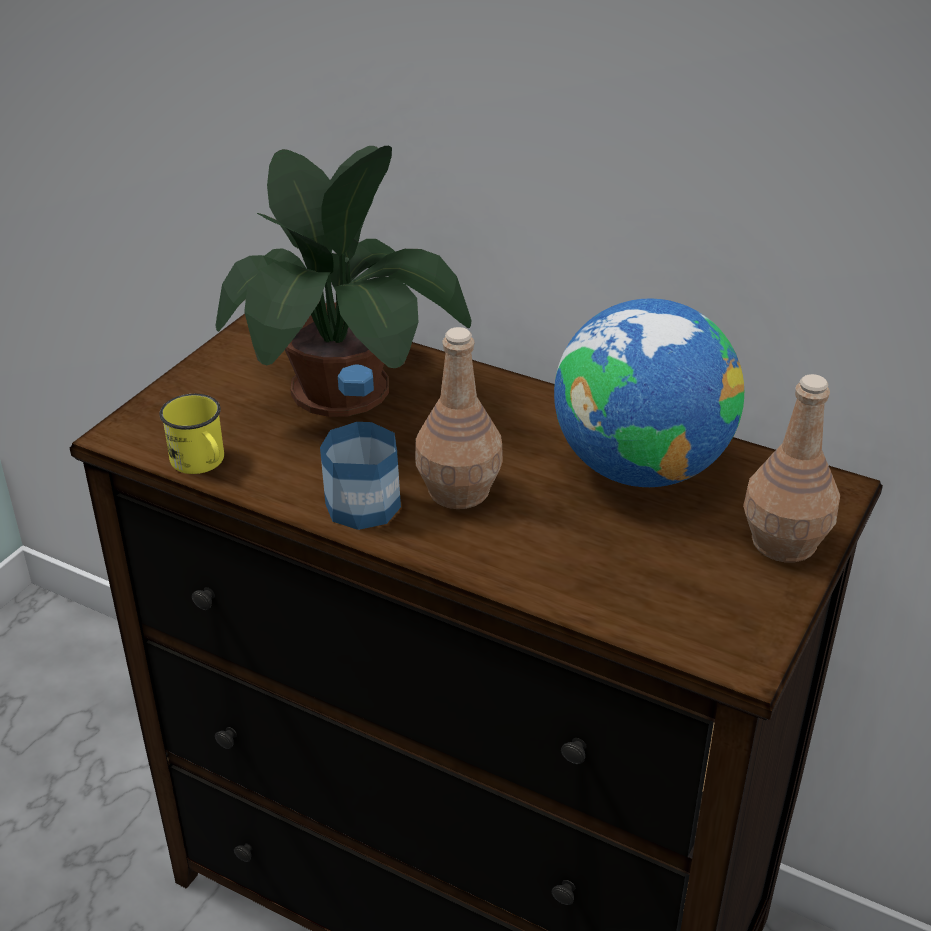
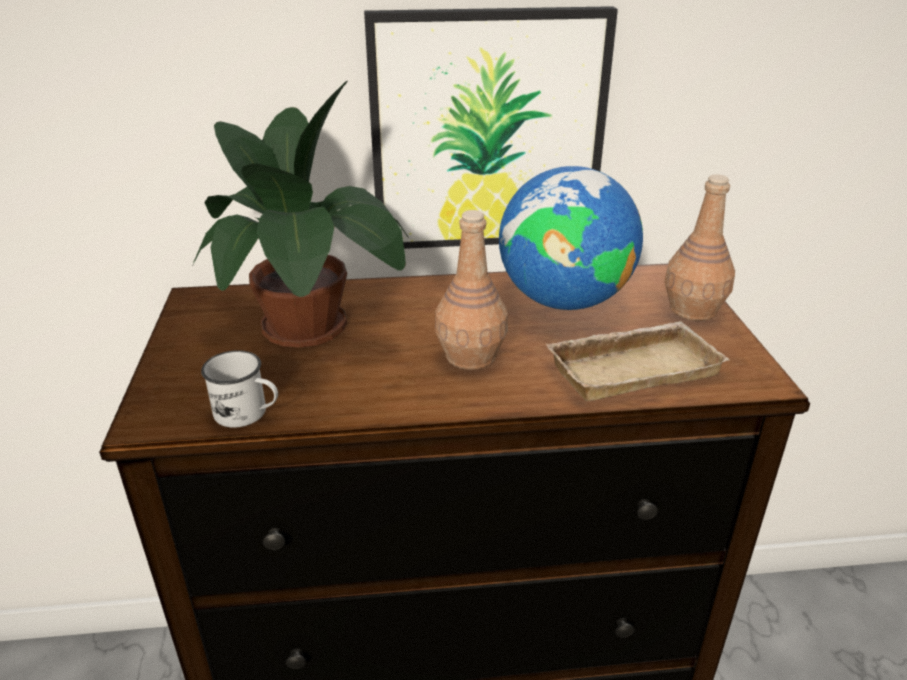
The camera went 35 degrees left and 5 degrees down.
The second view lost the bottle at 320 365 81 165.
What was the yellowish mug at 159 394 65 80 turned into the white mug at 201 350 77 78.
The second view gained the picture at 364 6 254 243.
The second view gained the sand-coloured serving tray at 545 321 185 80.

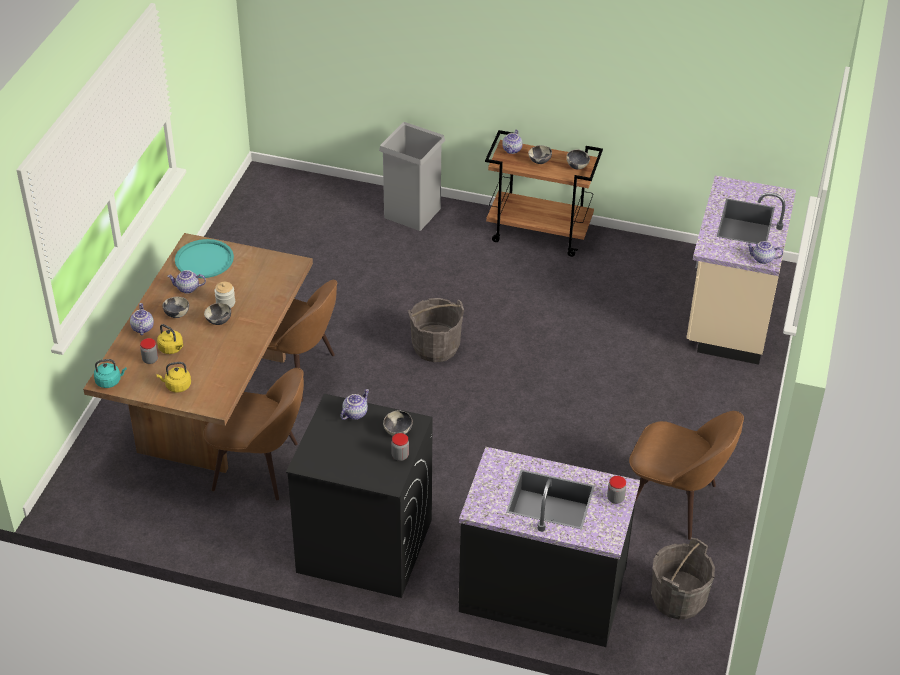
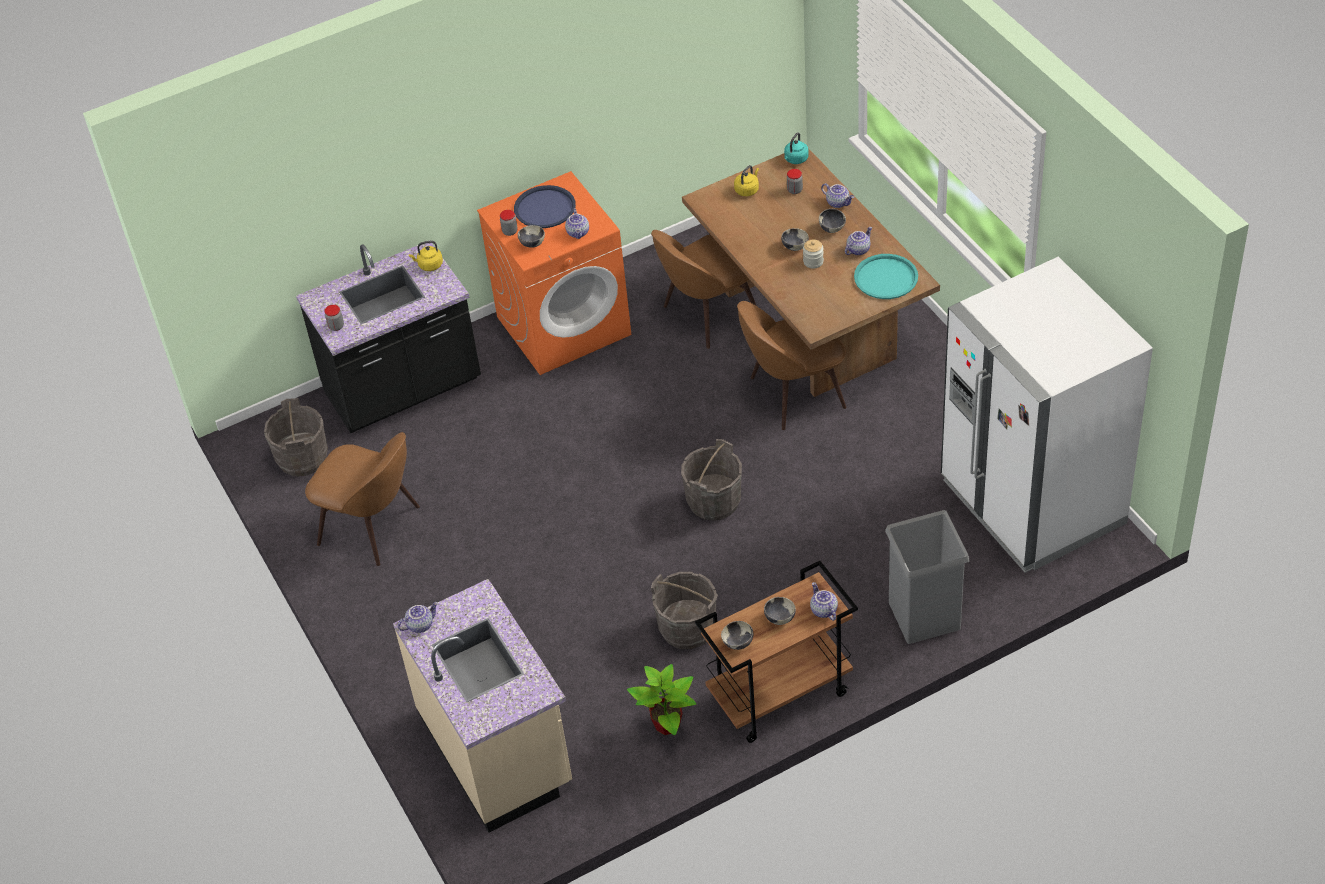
The camera went 140 degrees right and 5 degrees up.
The yellowish tea kettle ended up elsewhere, having gone from 157 324 26 30 to 409 241 34 30.
What was the black laundry appliance at 286 394 147 204 turned into the orange laundry appliance at 477 171 154 204.
The brownish plain chair at 629 411 115 129 ended up facing another way, 135 degrees counterclockwise from before.
The second view gained the blue serving tray at 514 185 62 43.
The second view gained the white kitchen fridge at 941 257 212 316.
The second view gained the greyish water bucket at 651 572 67 77.
The second view gained the potted plant at 627 664 70 71.

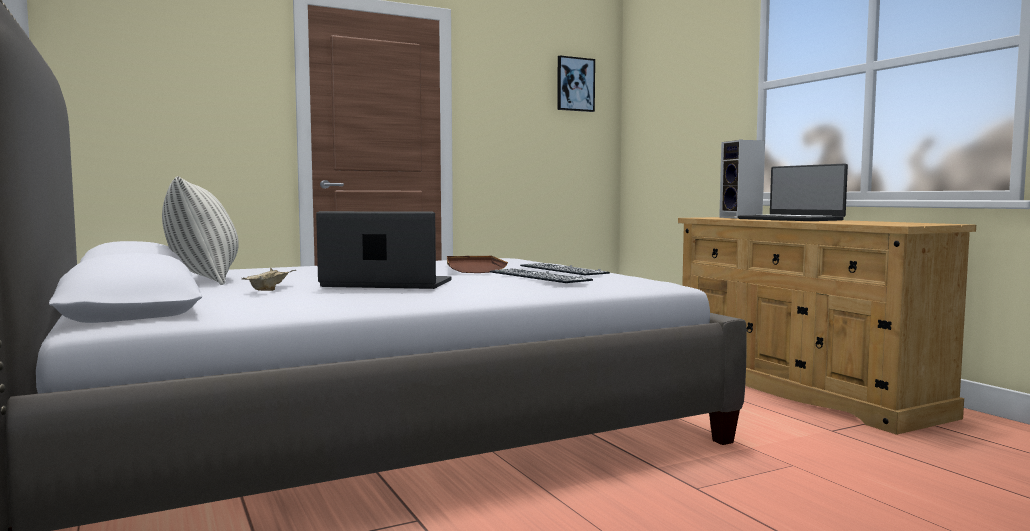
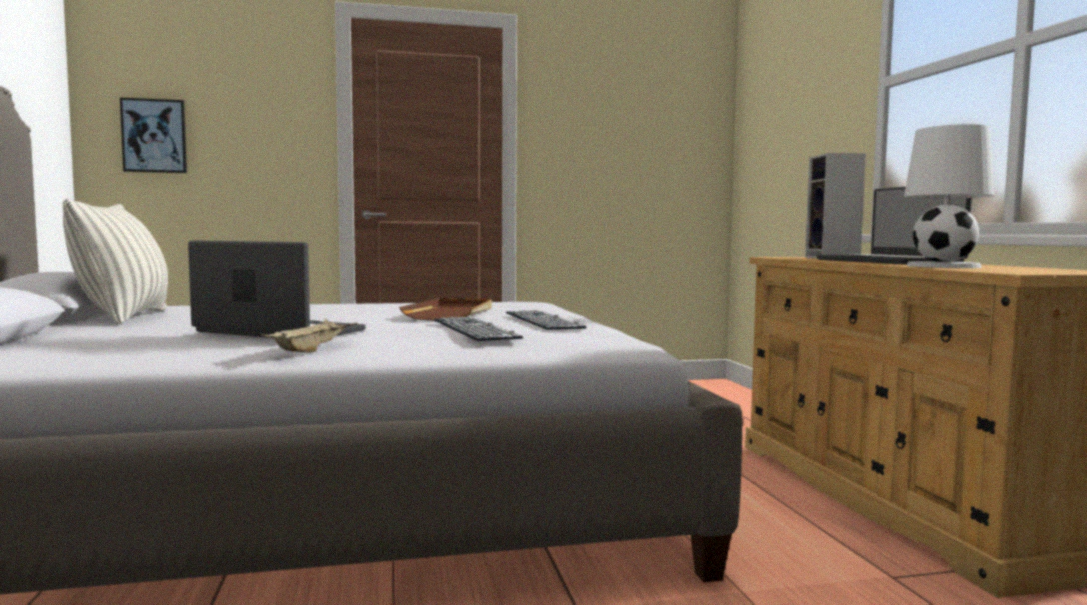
The camera went 15 degrees right and 0 degrees up.
The picture ended up elsewhere, having gone from 557 56 38 56 to 120 98 67 75.
The sand-coloured serving tray ended up elsewhere, having gone from 241 268 56 23 to 262 319 96 33.
The second view gained the white lamp for a table at 904 124 90 144.

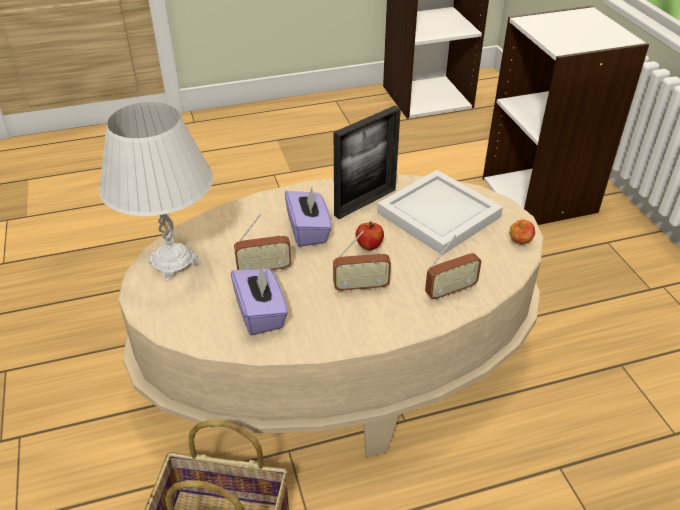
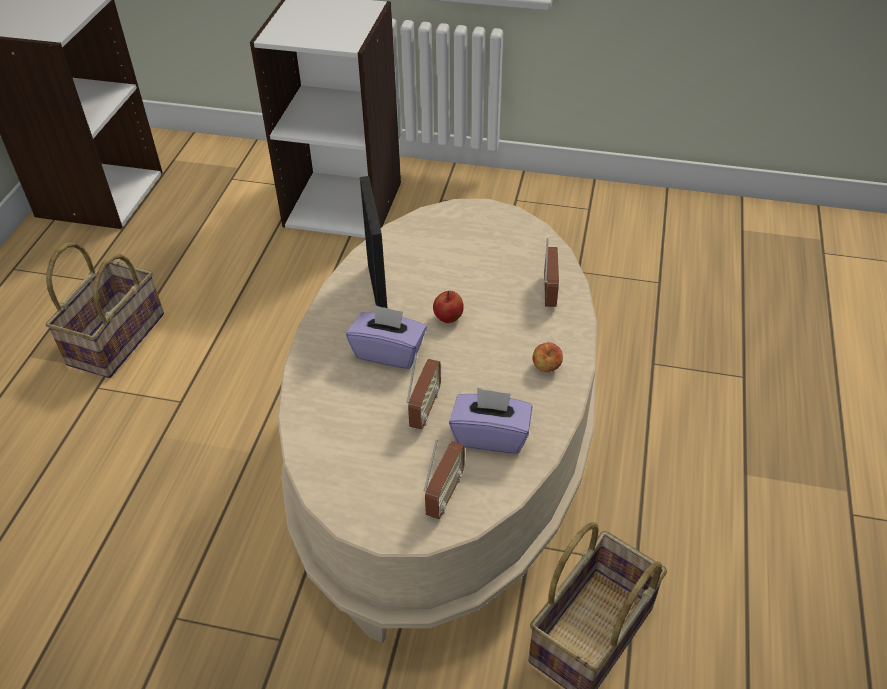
The camera went 60 degrees left and 5 degrees up.
The second view lost the white lamp for a table at 99 102 114 179.
The second view lost the white serving tray at 377 170 126 85.
The apple fruit ended up elsewhere, having gone from 510 220 25 24 to 532 342 31 30.
The radio set ended up elsewhere, having gone from 333 231 58 62 to 423 439 42 80.
The second view gained the basket at 46 242 118 136.

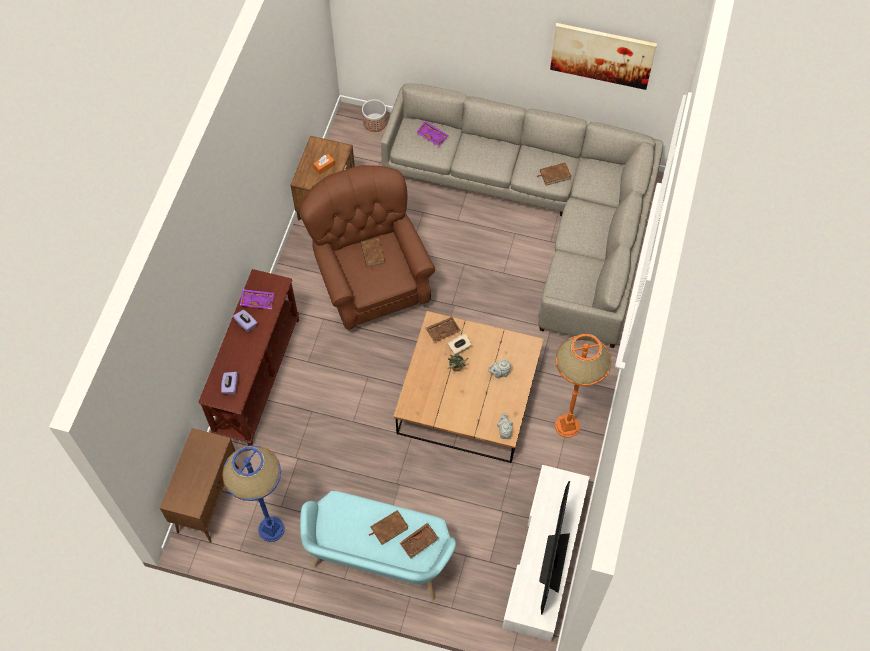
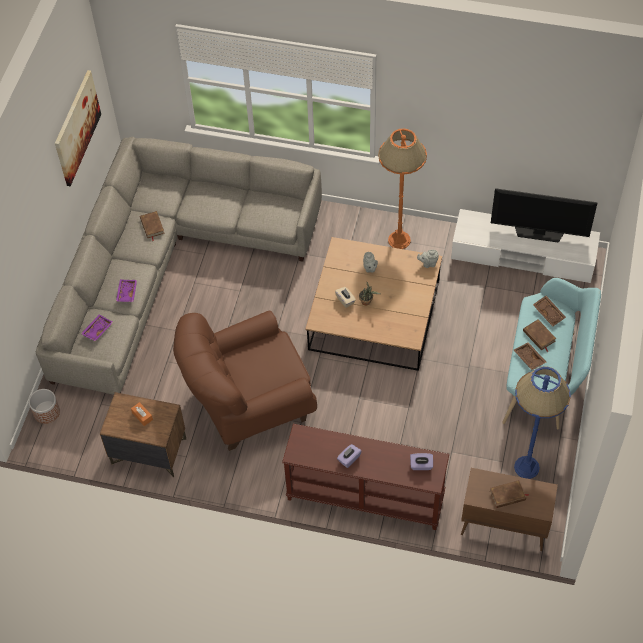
The camera went 90 degrees left and 5 degrees down.
The brownish bound book ended up elsewhere, having gone from 360 238 25 32 to 490 480 39 28.
The purplish serving tray ended up elsewhere, having gone from 240 289 34 20 to 116 279 21 23.
The brownish serving tray ended up elsewhere, having gone from 426 317 35 25 to 514 342 32 28.

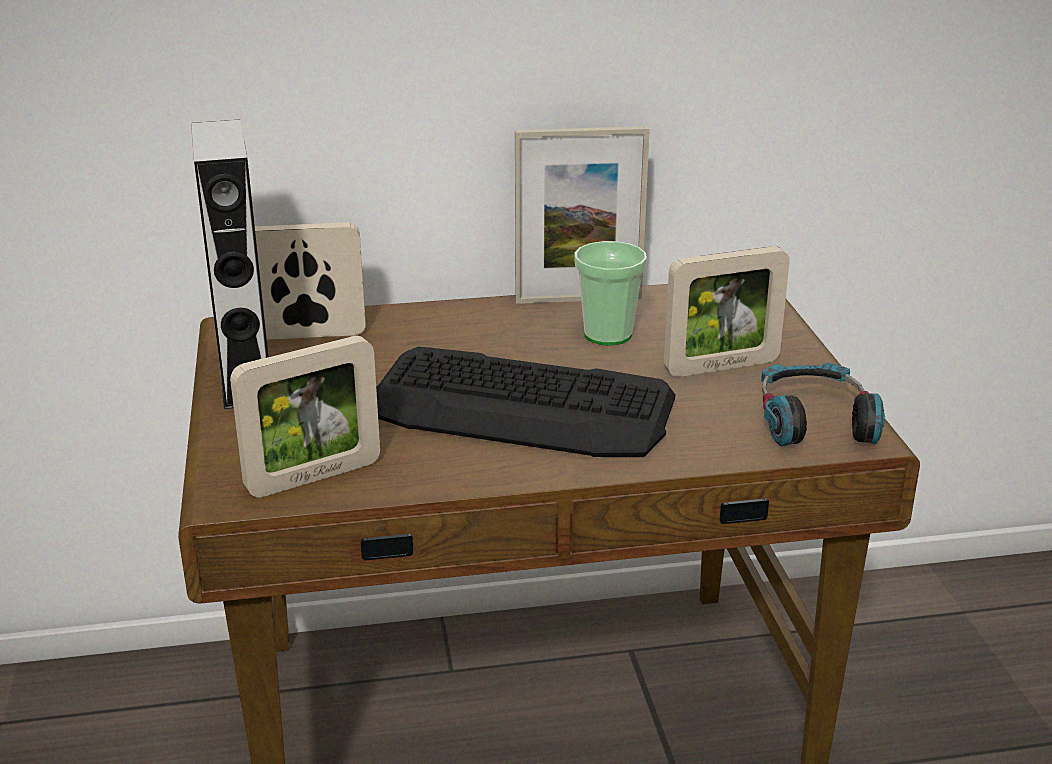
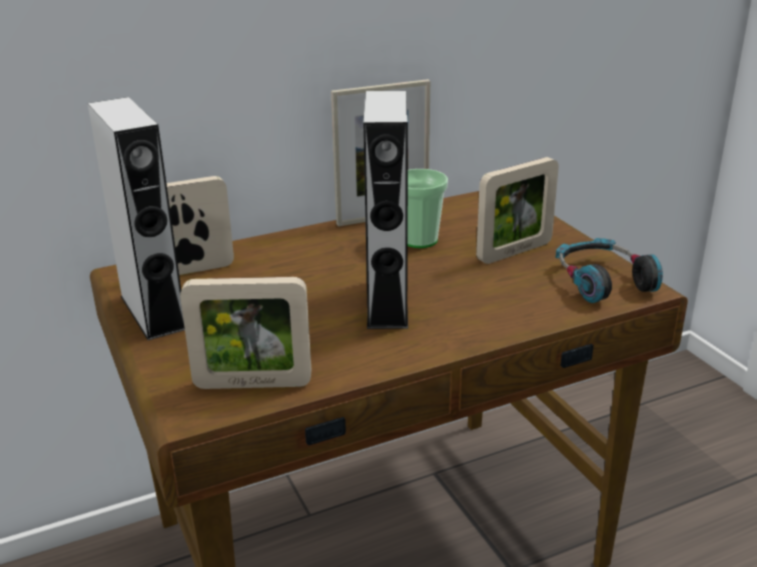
The camera went 15 degrees left and 0 degrees up.
The picture frame at 230 336 150 161 ended up facing another way, 45 degrees clockwise from before.
Where the computer keyboard stood at 376 346 299 111, the greyish audio speaker came to stand at 363 91 45 238.

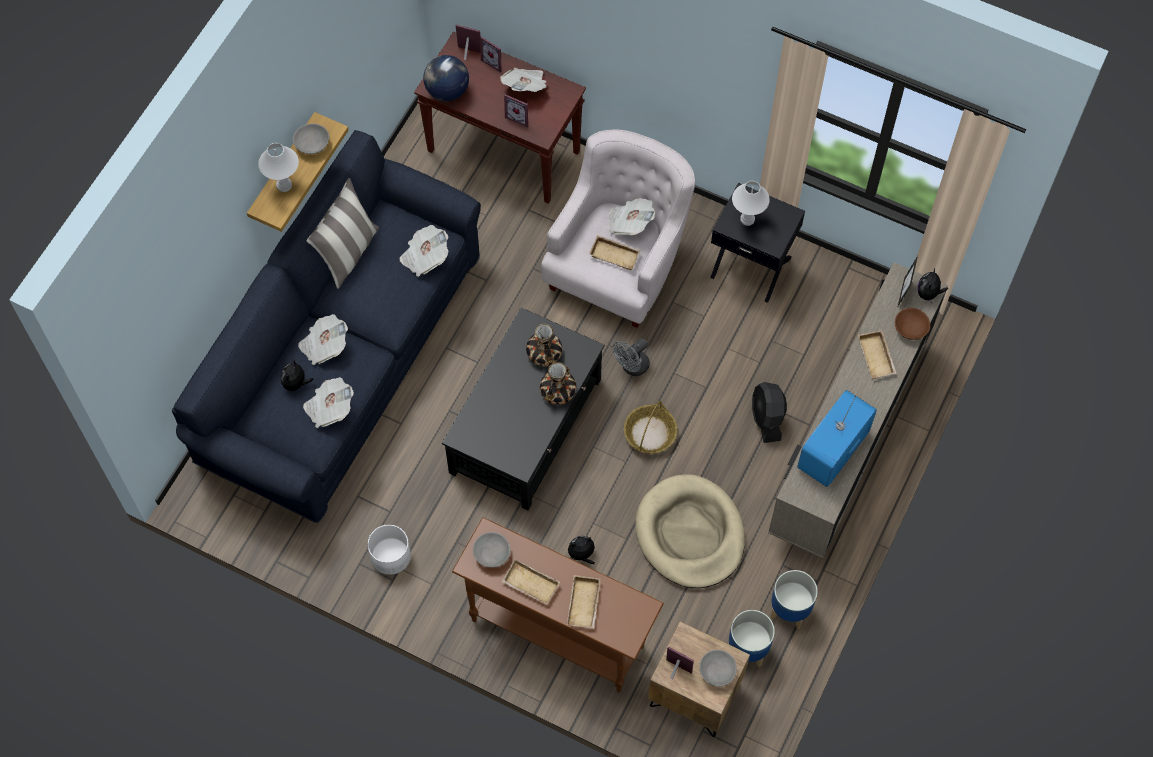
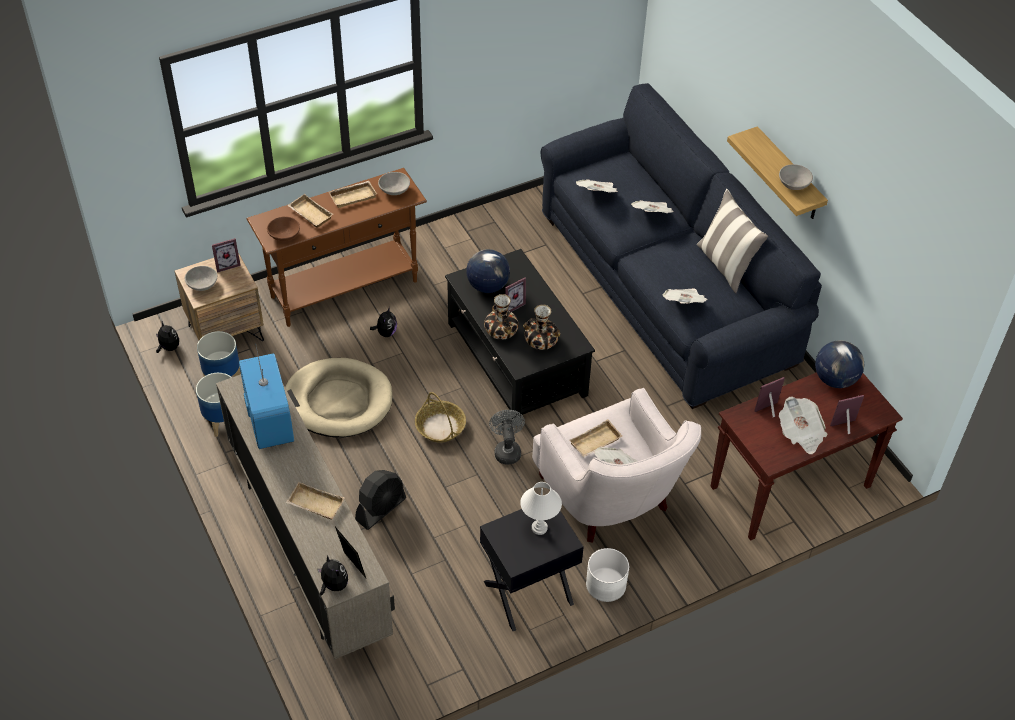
The camera went 125 degrees right and 15 degrees down.
The picture frame ended up elsewhere, having gone from 456 24 25 36 to 505 277 21 35.
The second view lost the white lamp for a table at 258 143 41 49.
The brownish bowl ended up elsewhere, having gone from 895 308 35 32 to 267 217 33 24.
The plush toy ended up elsewhere, having gone from 281 359 33 36 to 156 321 23 32.
The black cooling fan at 752 382 35 61 ended up facing another way, 105 degrees clockwise from before.
The white flower pot ended up elsewhere, having gone from 367 524 44 51 to 586 548 43 54.
The second view gained the desk globe at 466 249 44 44.

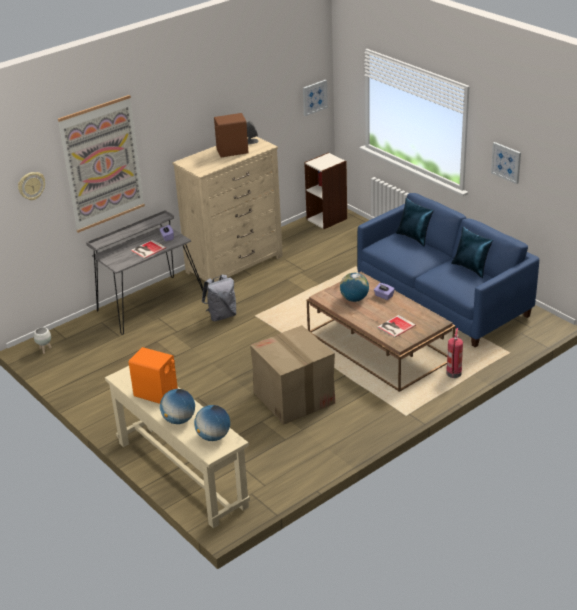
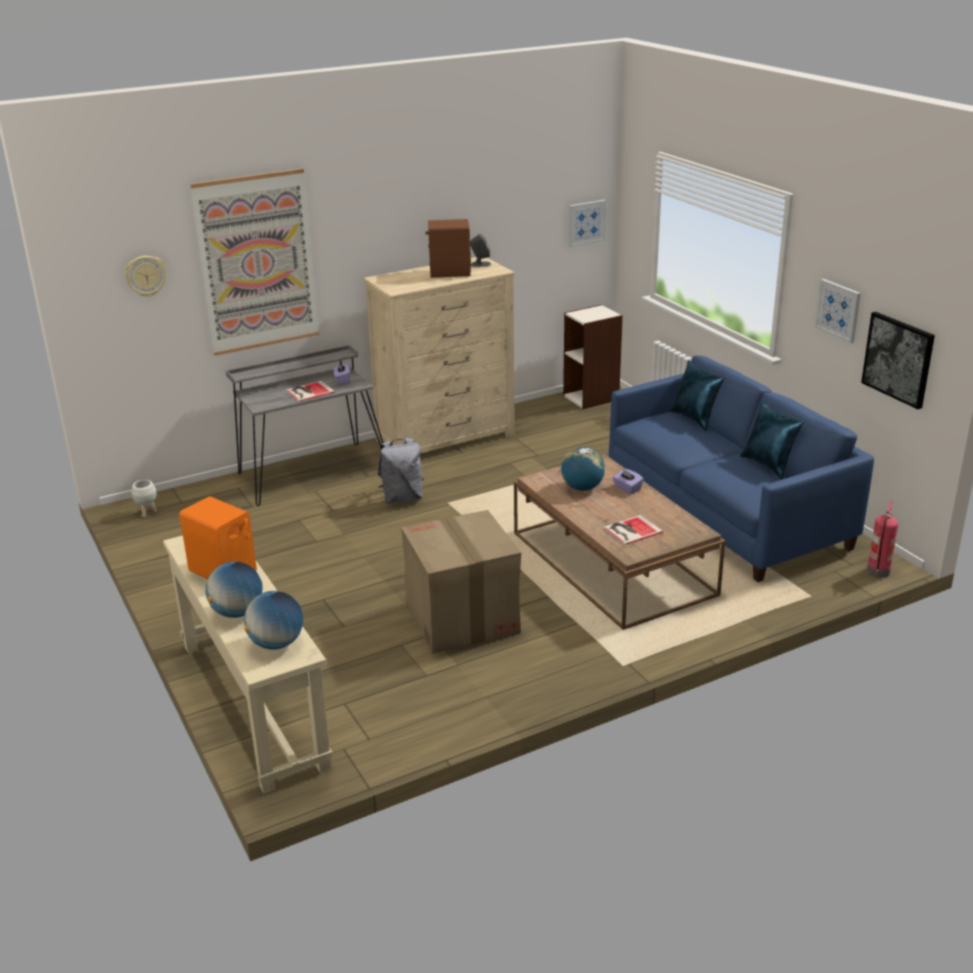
The camera went 10 degrees right and 5 degrees down.
The fire-fighting cylinder ended up elsewhere, having gone from 446 328 17 50 to 867 501 31 77.
The second view gained the picture at 861 312 74 97.

